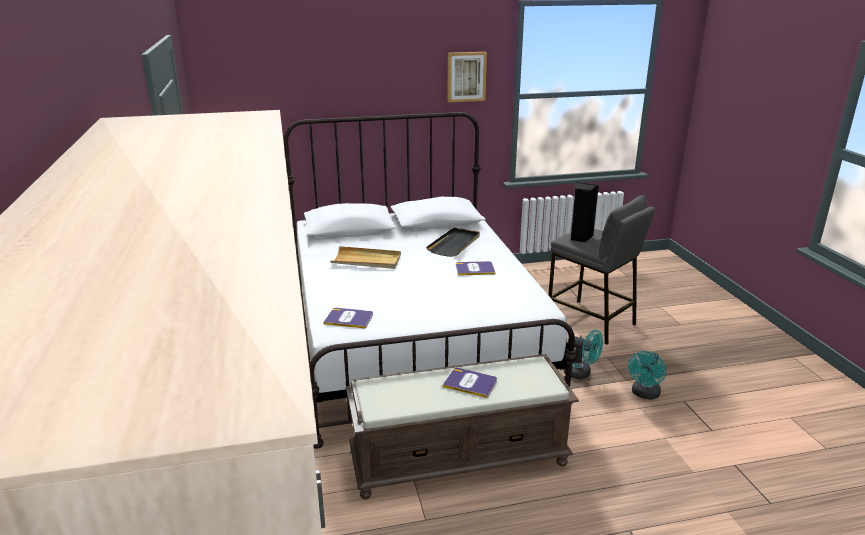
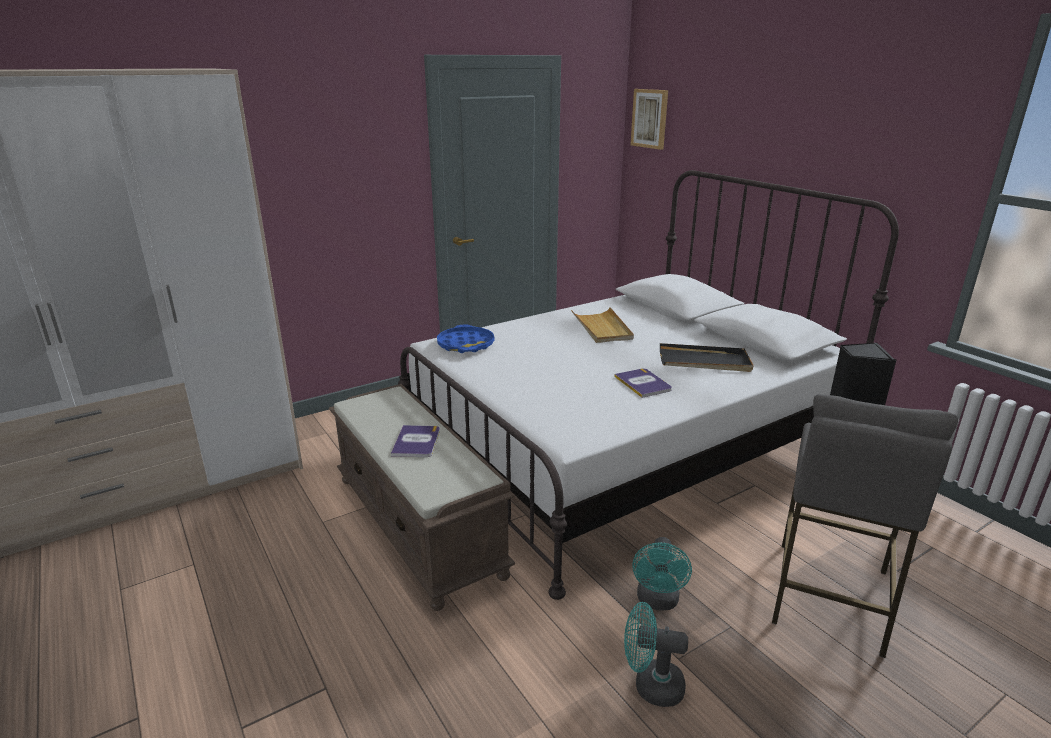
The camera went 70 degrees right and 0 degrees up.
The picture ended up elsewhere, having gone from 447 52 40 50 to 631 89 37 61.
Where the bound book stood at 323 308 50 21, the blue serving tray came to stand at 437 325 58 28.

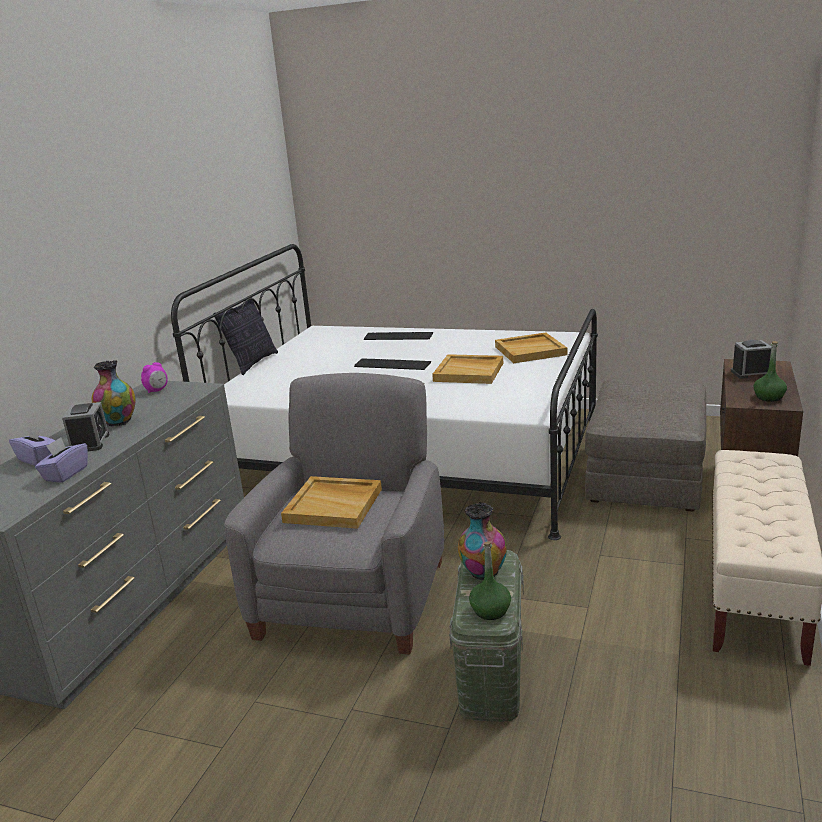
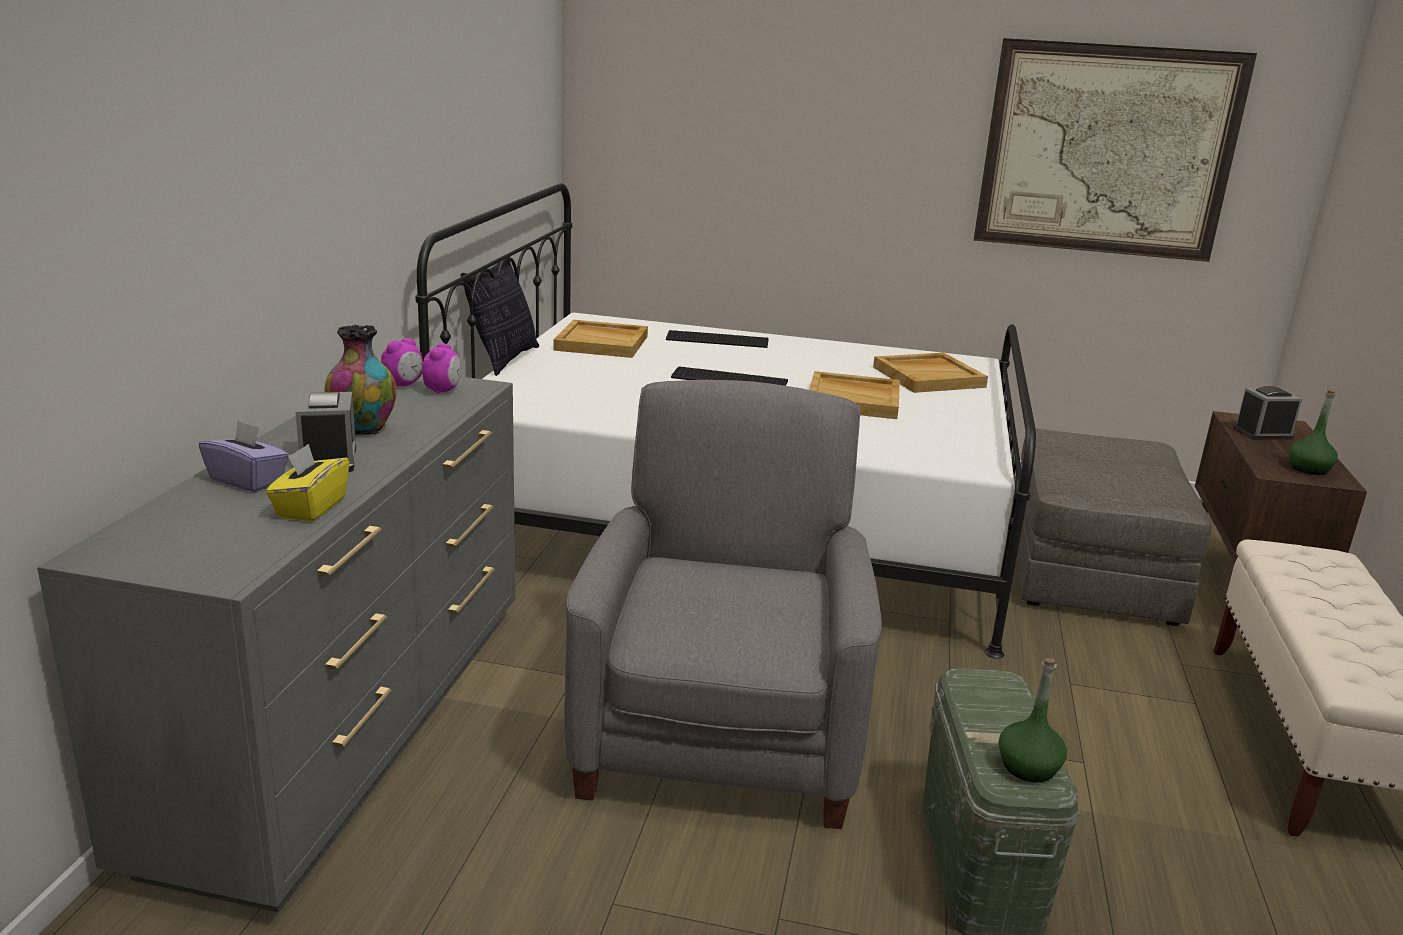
The camera went 10 degrees left and 0 degrees up.
What was the purplish box of tissues at 35 437 53 46 turned into the yellowish box of tissues at 266 444 83 78.
The sand-coloured serving tray ended up elsewhere, having gone from 281 476 101 53 to 554 320 94 38.
The second view lost the vase at 458 502 49 78.
The second view gained the picture at 974 38 283 224.
The second view gained the alarm clock at 422 343 38 52.

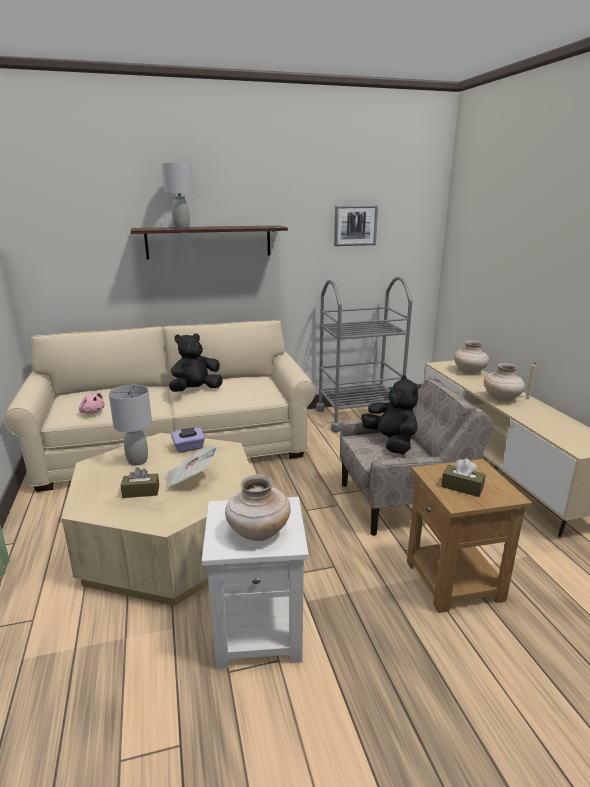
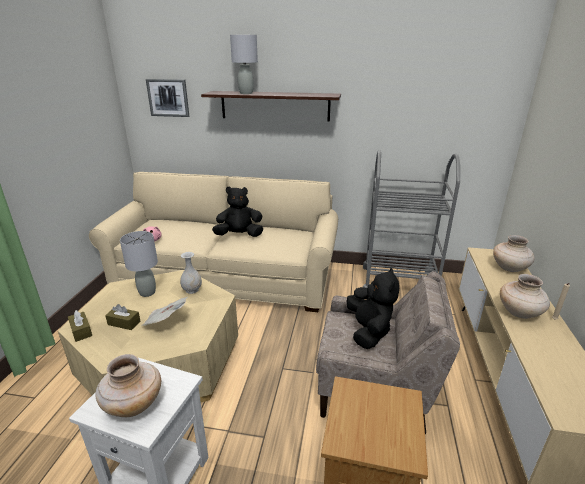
The camera went 25 degrees right and 5 degrees up.
The picture ended up elsewhere, having gone from 334 205 44 41 to 146 79 43 38.
Where the purplish box of tissues stood at 171 427 34 26, the white vase came to stand at 180 252 22 42.
The brownish box of tissues ended up elsewhere, having gone from 441 459 45 38 to 68 310 24 32.

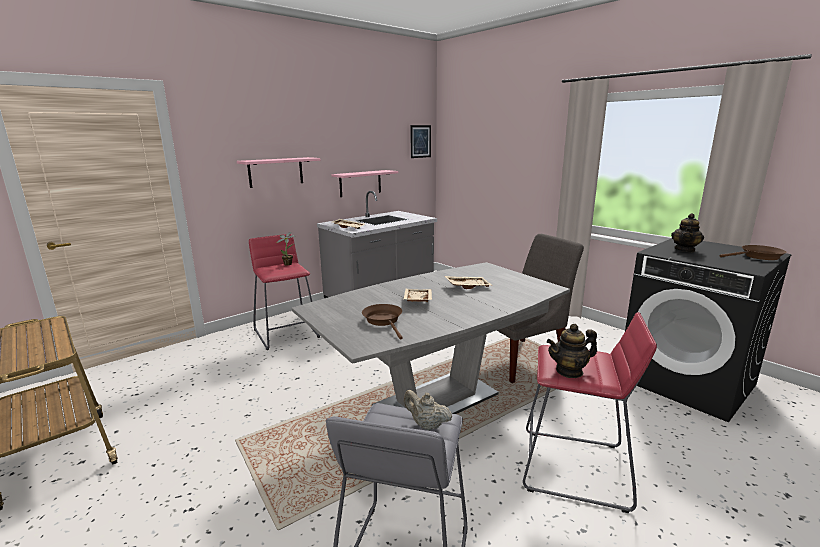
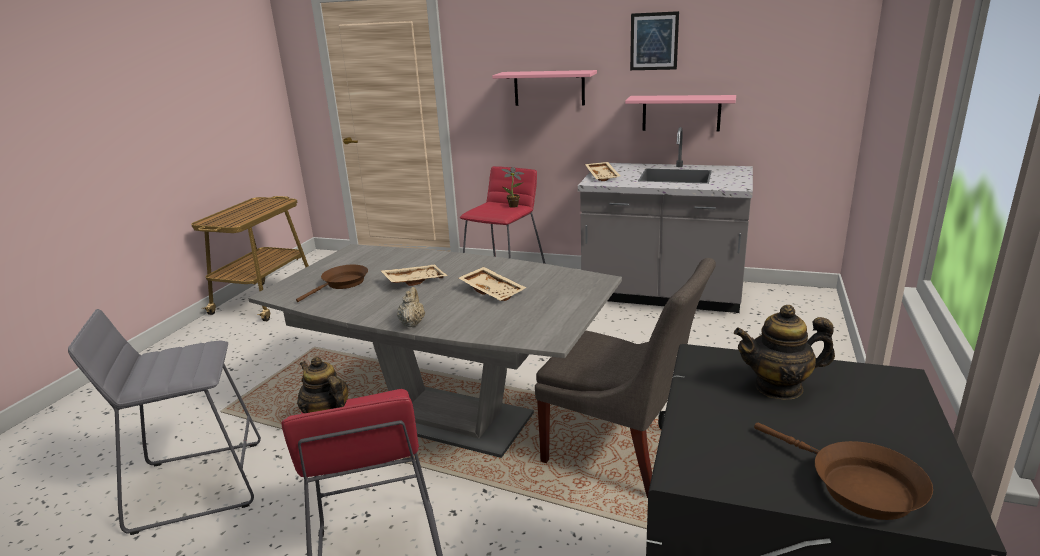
The camera went 60 degrees right and 5 degrees up.
The picture ended up elsewhere, having gone from 410 125 21 33 to 630 11 49 59.
The sand-coloured tea pot ended up elsewhere, having gone from 404 390 48 41 to 397 287 28 40.

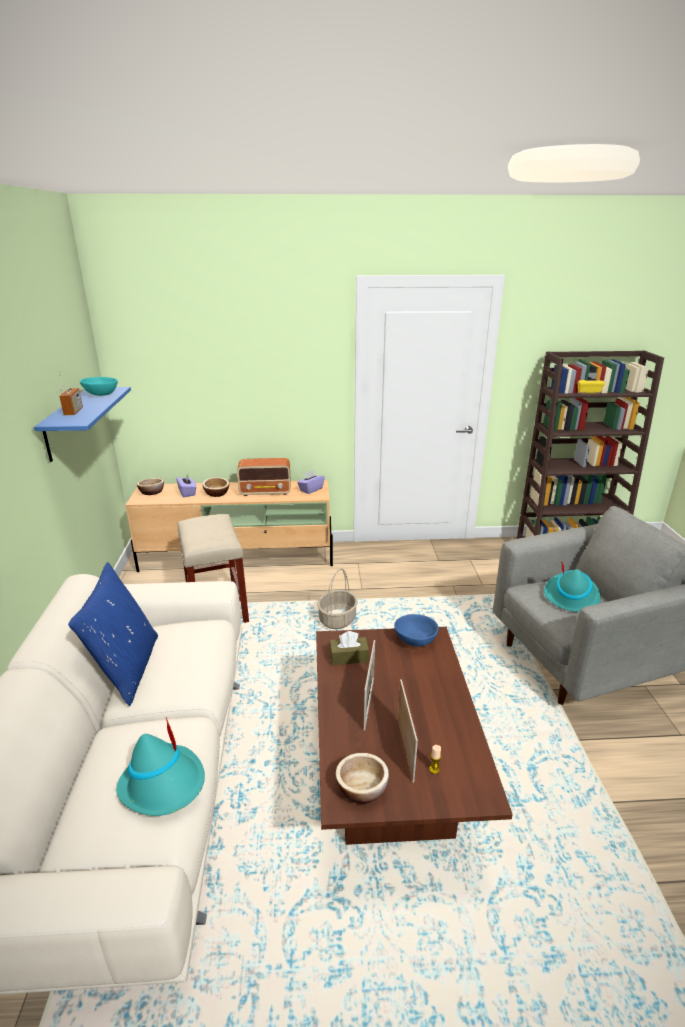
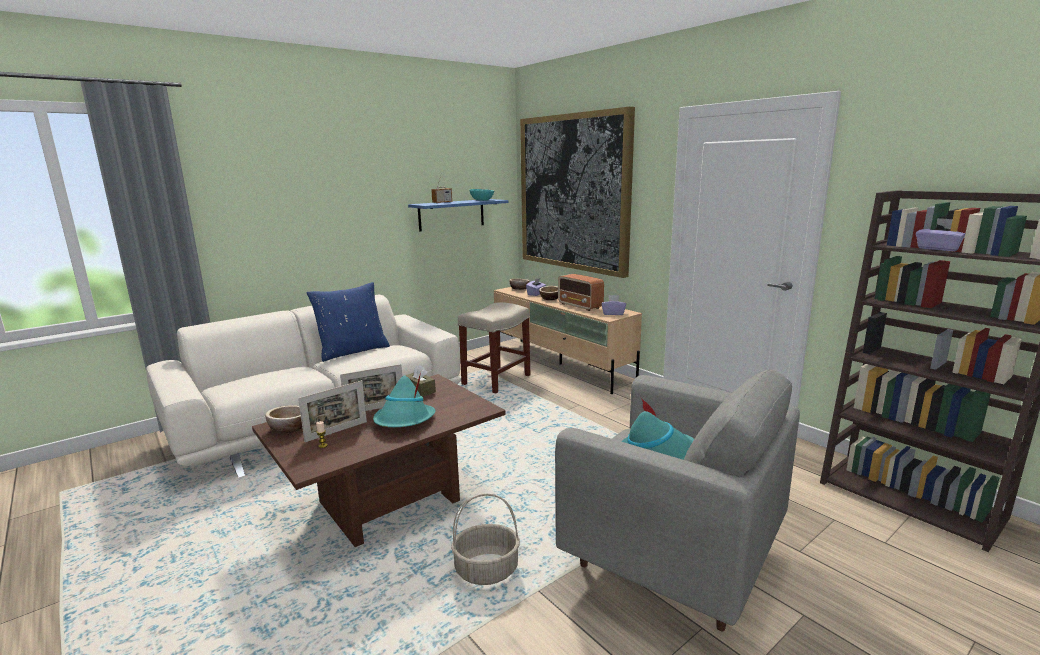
The camera went 55 degrees right and 10 degrees down.
What was the yellowish box of tissues at 578 373 27 20 turned into the purplish box of tissues at 916 218 49 33.
The basket ended up elsewhere, having gone from 317 569 41 60 to 451 494 69 91.
The second view lost the blue bowl at 394 614 45 32.
The blue-green hat ended up elsewhere, having gone from 116 717 89 99 to 373 372 62 55.
The second view gained the picture at 520 107 115 171.

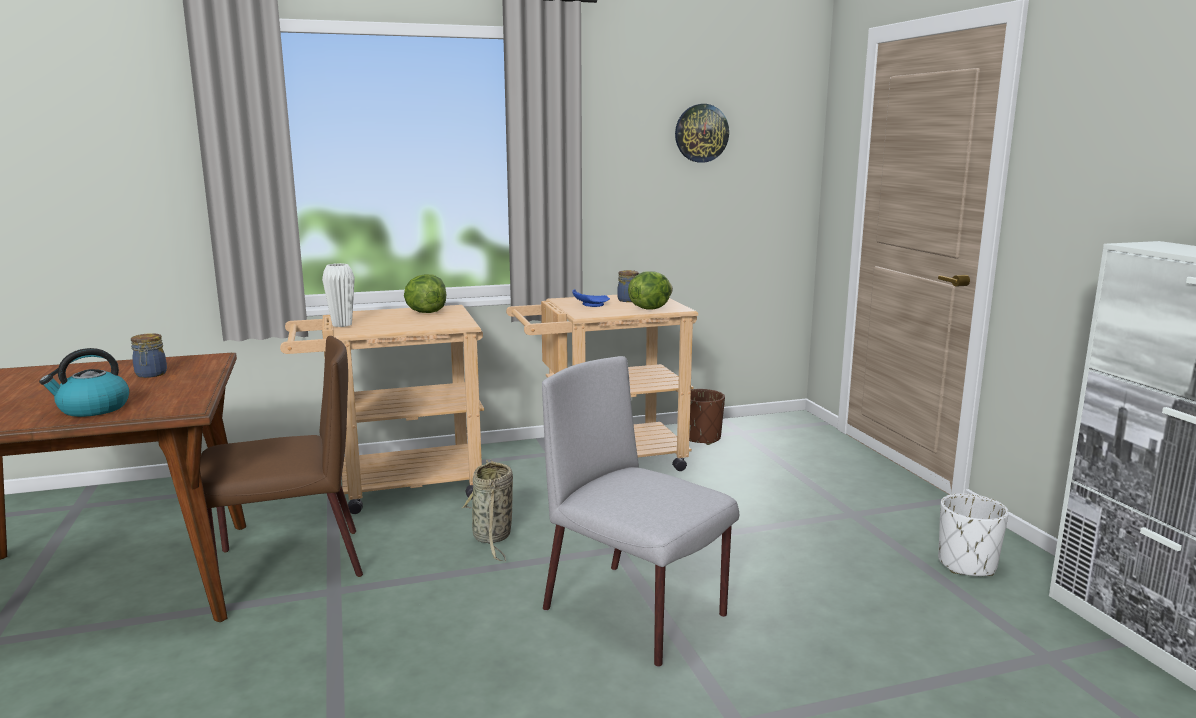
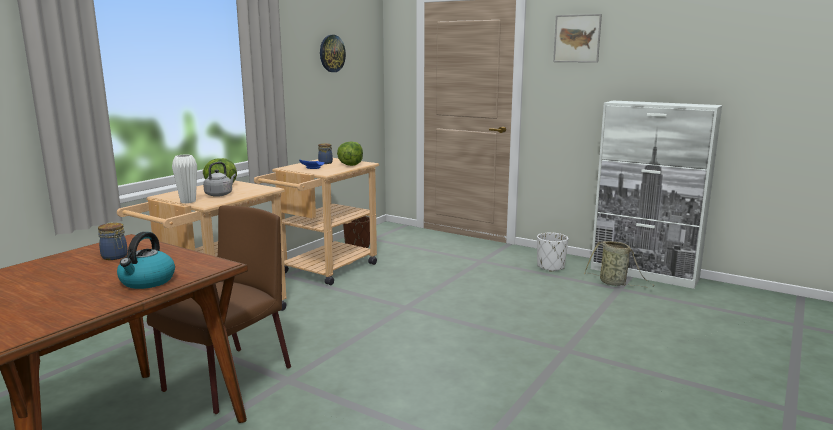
The camera went 40 degrees left and 0 degrees up.
The second view lost the greyish plain chair at 542 356 197 311.
The basket ended up elsewhere, having gone from 462 459 51 102 to 584 241 70 46.
The second view gained the picture at 553 14 49 49.
The second view gained the greyish tea kettle at 203 162 33 35.

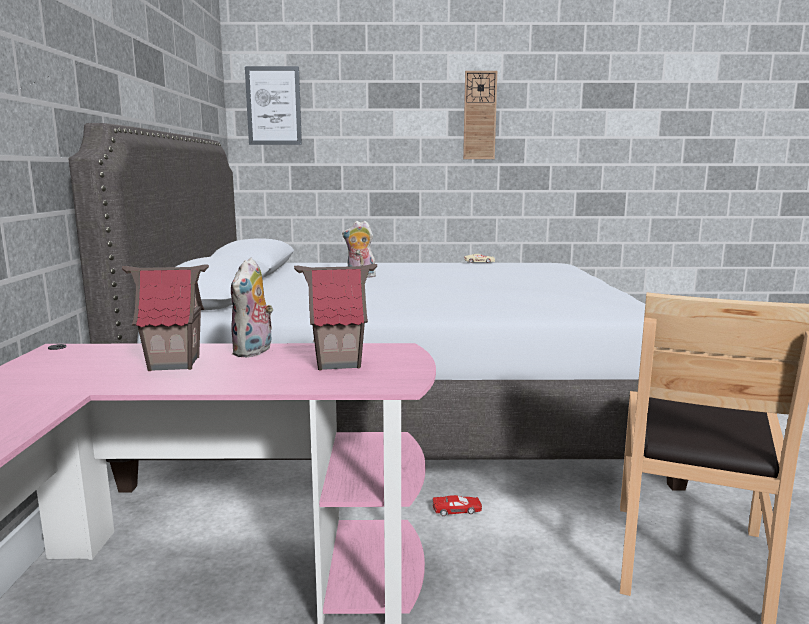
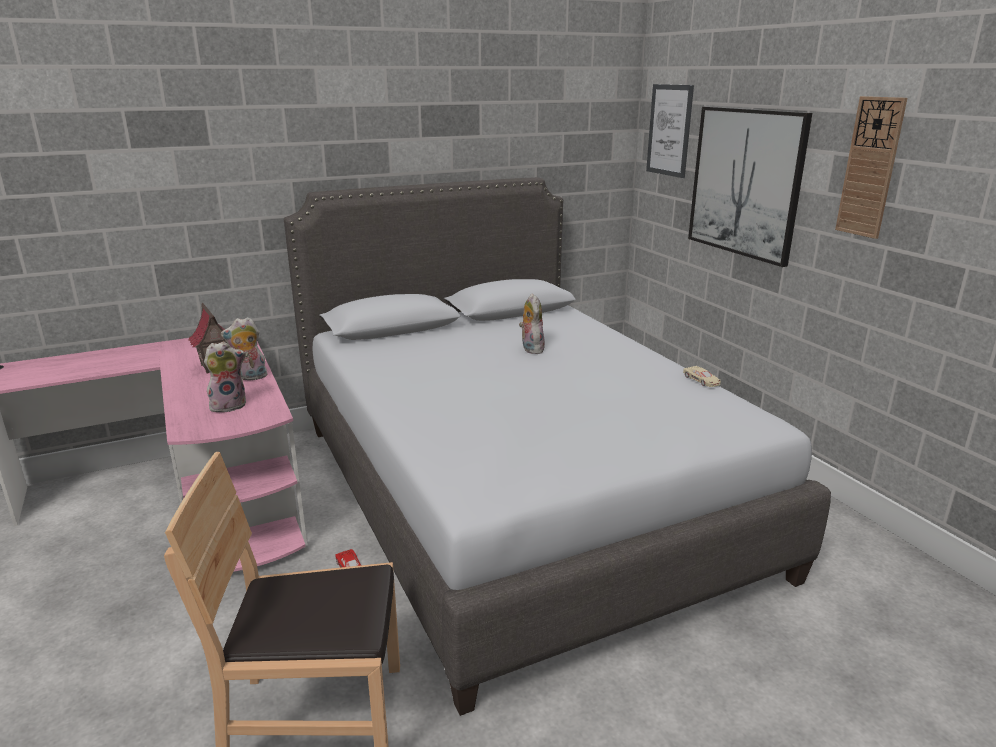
The camera went 65 degrees right and 10 degrees up.
Where the model house stood at 294 264 83 106, the plush toy came to stand at 204 342 42 70.
The second view gained the picture at 688 107 124 160.

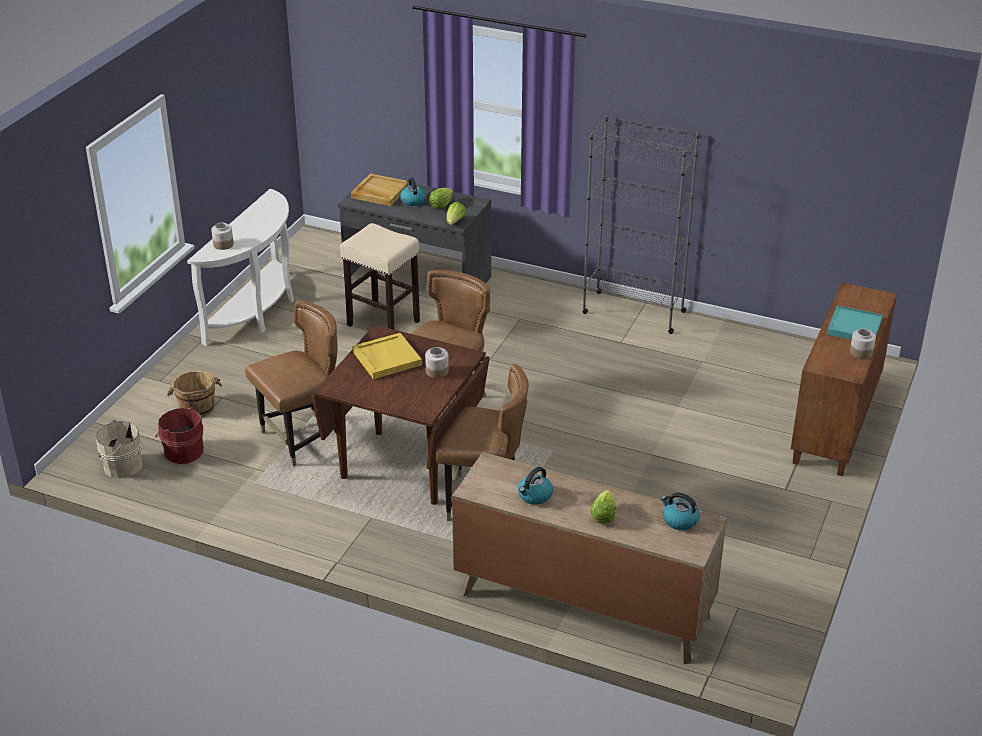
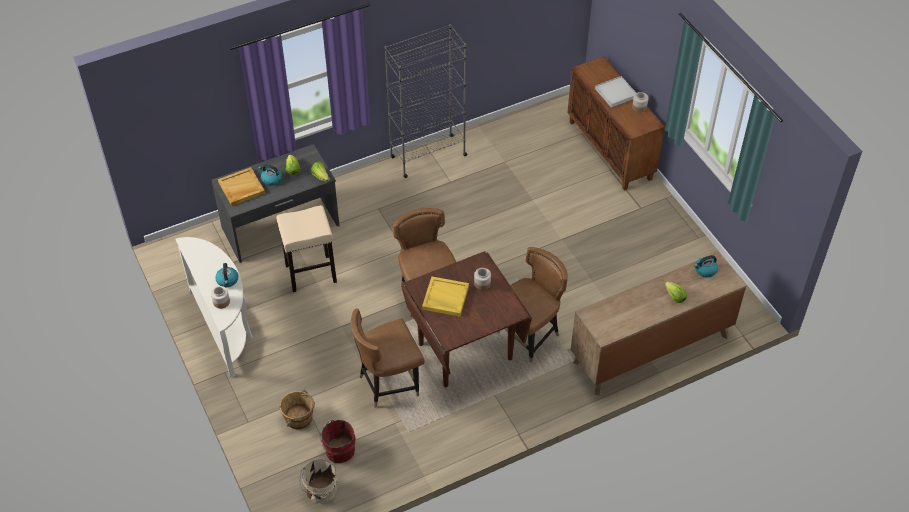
The camera went 50 degrees left and 15 degrees up.
The brownish plain chair at 245 300 92 167 ended up facing another way, 120 degrees counterclockwise from before.
What was the blue-green serving tray at 827 305 56 35 turned into the white serving tray at 595 76 41 32.
The tea kettle ended up elsewhere, having gone from 518 467 35 38 to 215 263 23 24.

